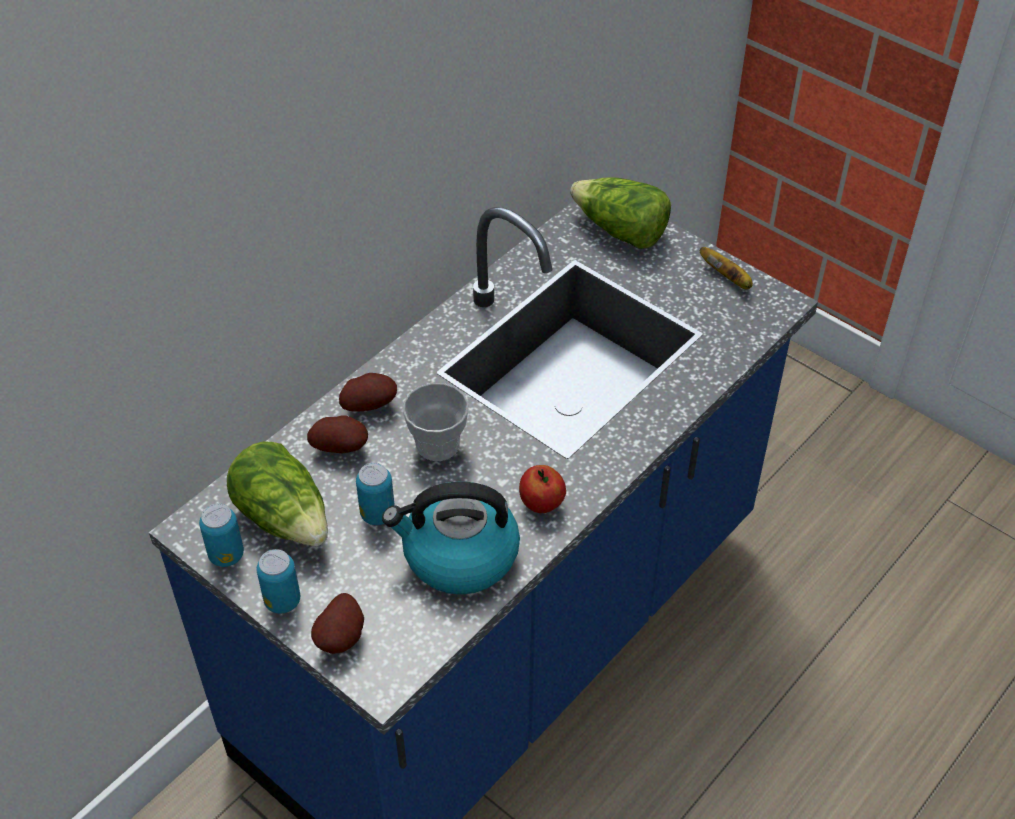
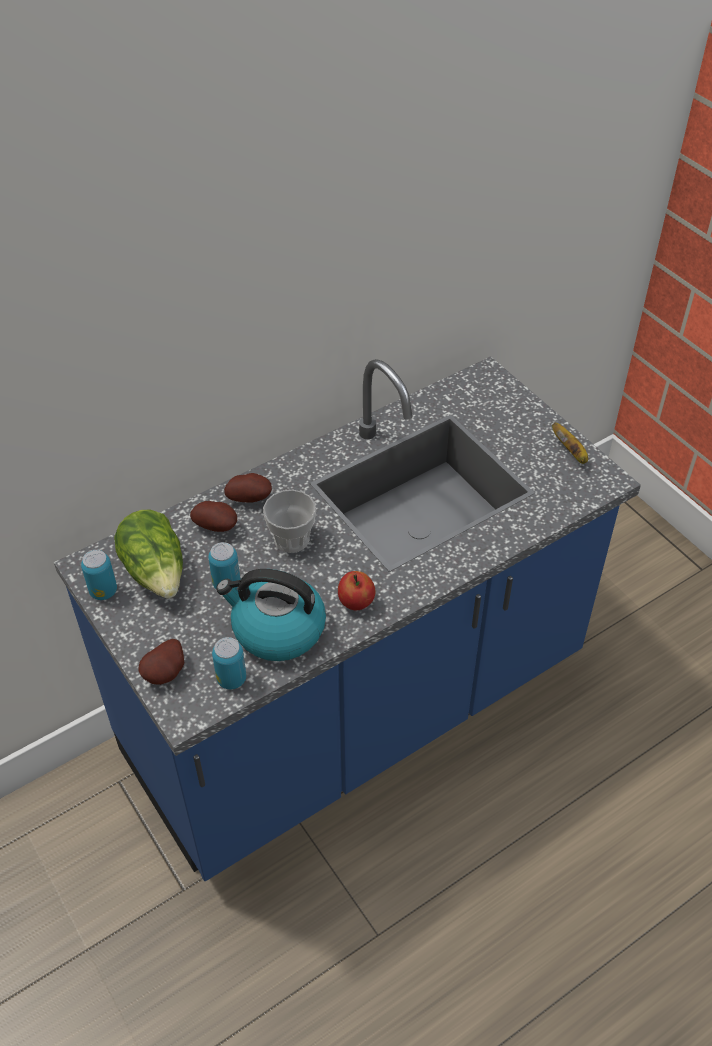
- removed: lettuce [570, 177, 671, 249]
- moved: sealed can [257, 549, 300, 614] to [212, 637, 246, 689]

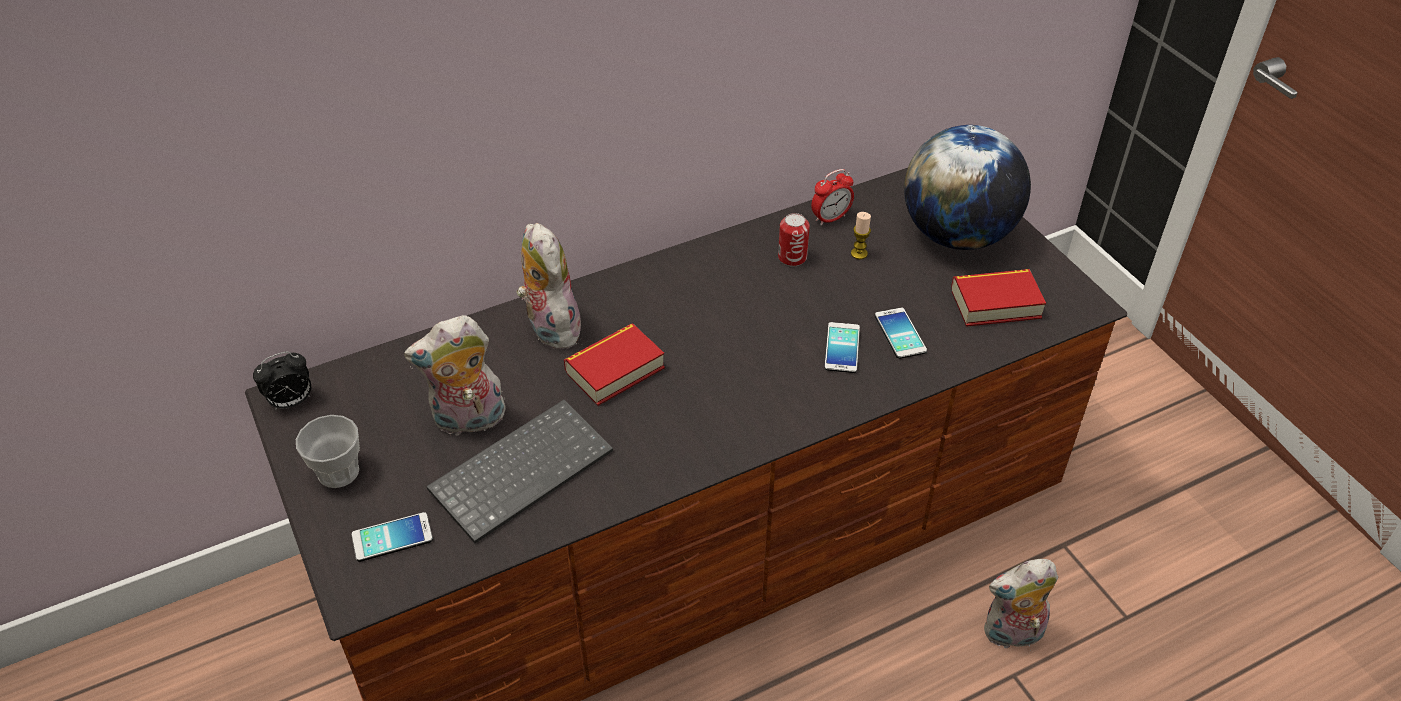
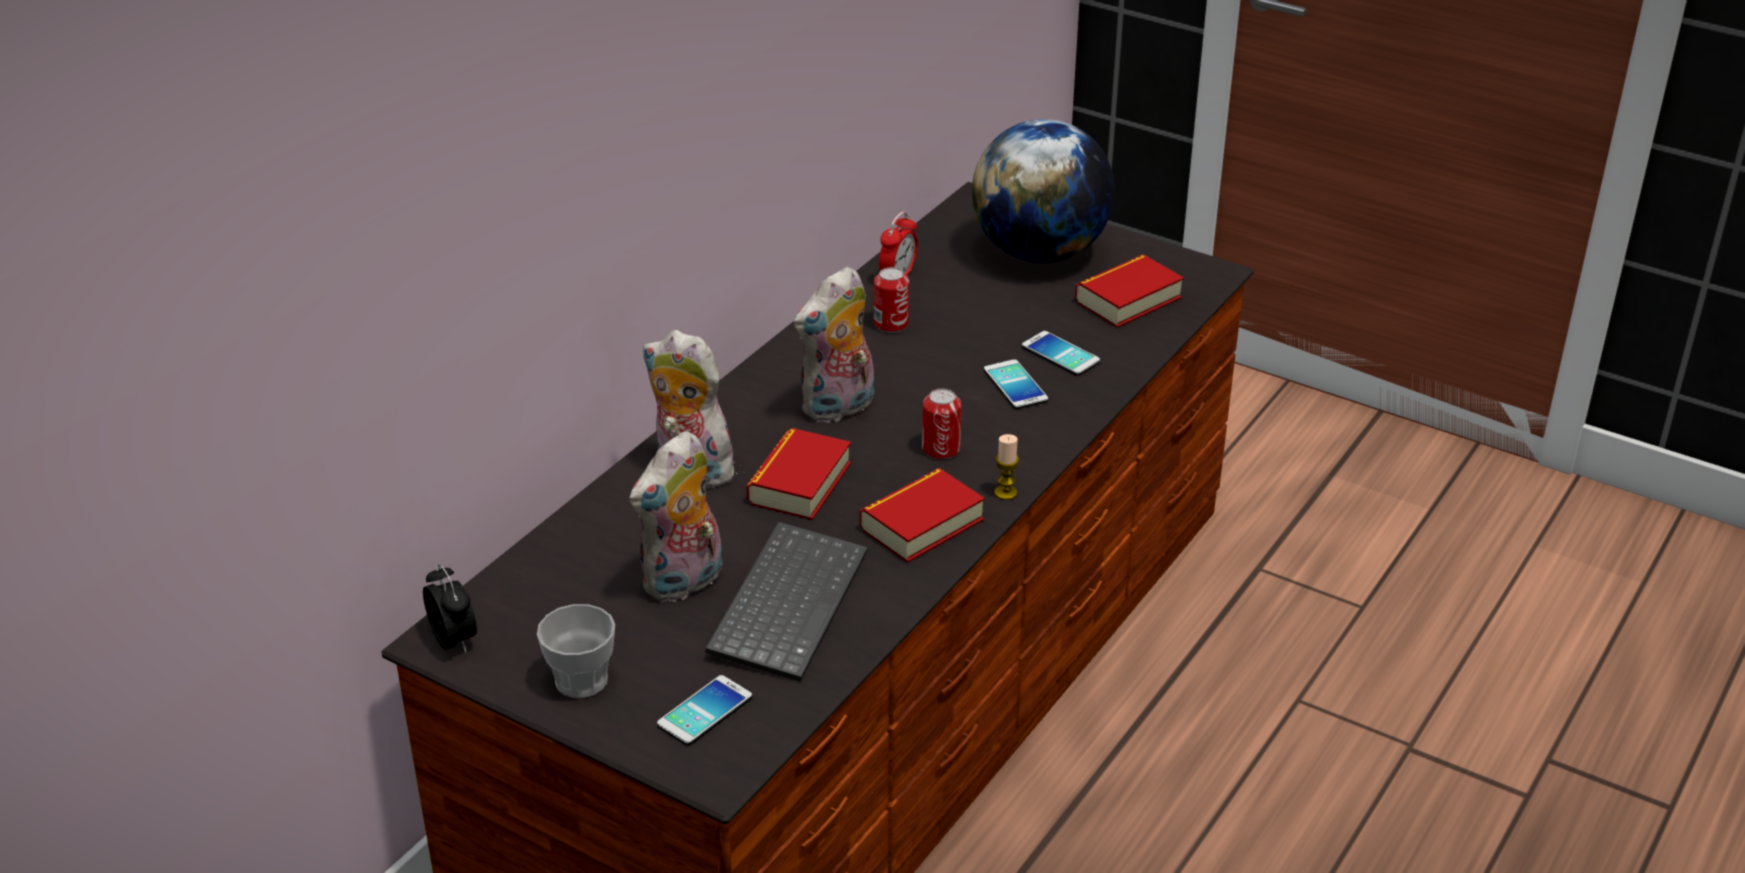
- added: bound book [860, 468, 985, 563]
- added: sealed can [922, 388, 962, 459]
- moved: wax light [851, 212, 871, 260] to [994, 434, 1019, 500]
- moved: plush toy [984, 559, 1058, 651] to [794, 267, 874, 423]
- turned: table clock [253, 352, 311, 410] = [423, 564, 477, 653] 60 degrees counterclockwise

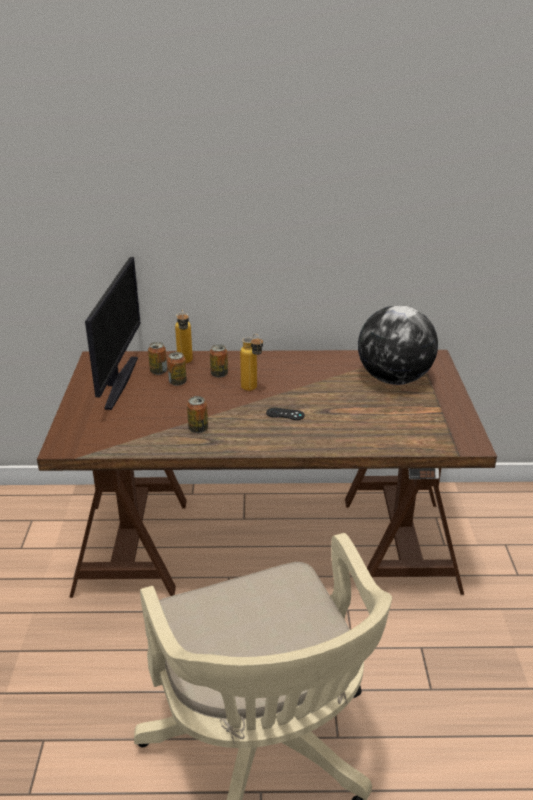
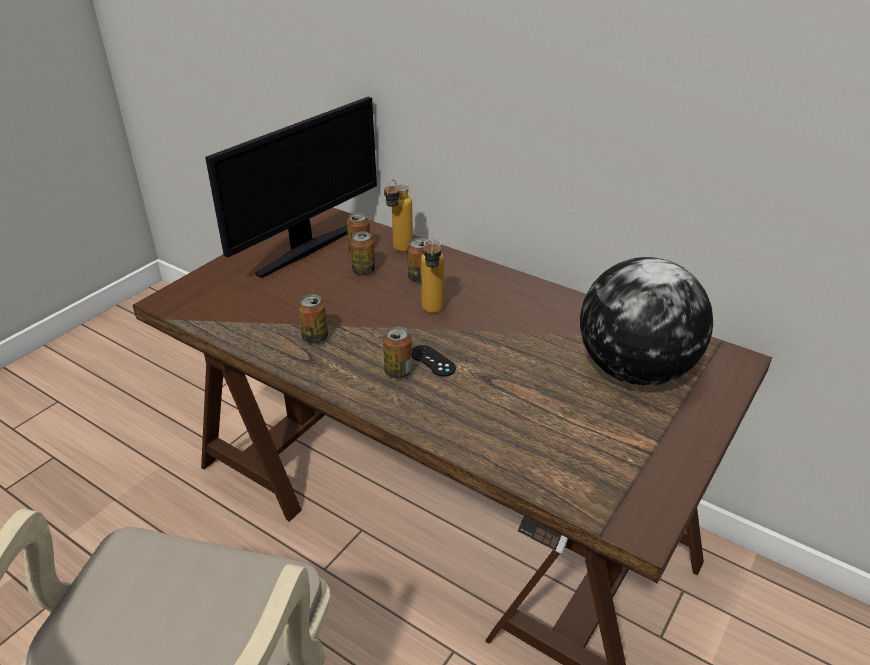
- added: sealed can [383, 326, 412, 378]

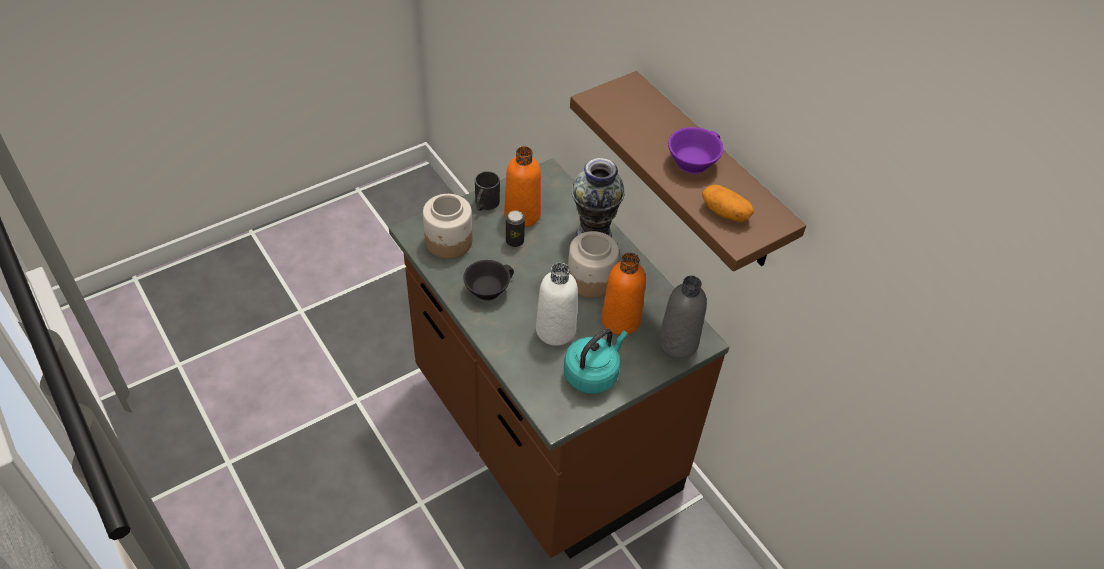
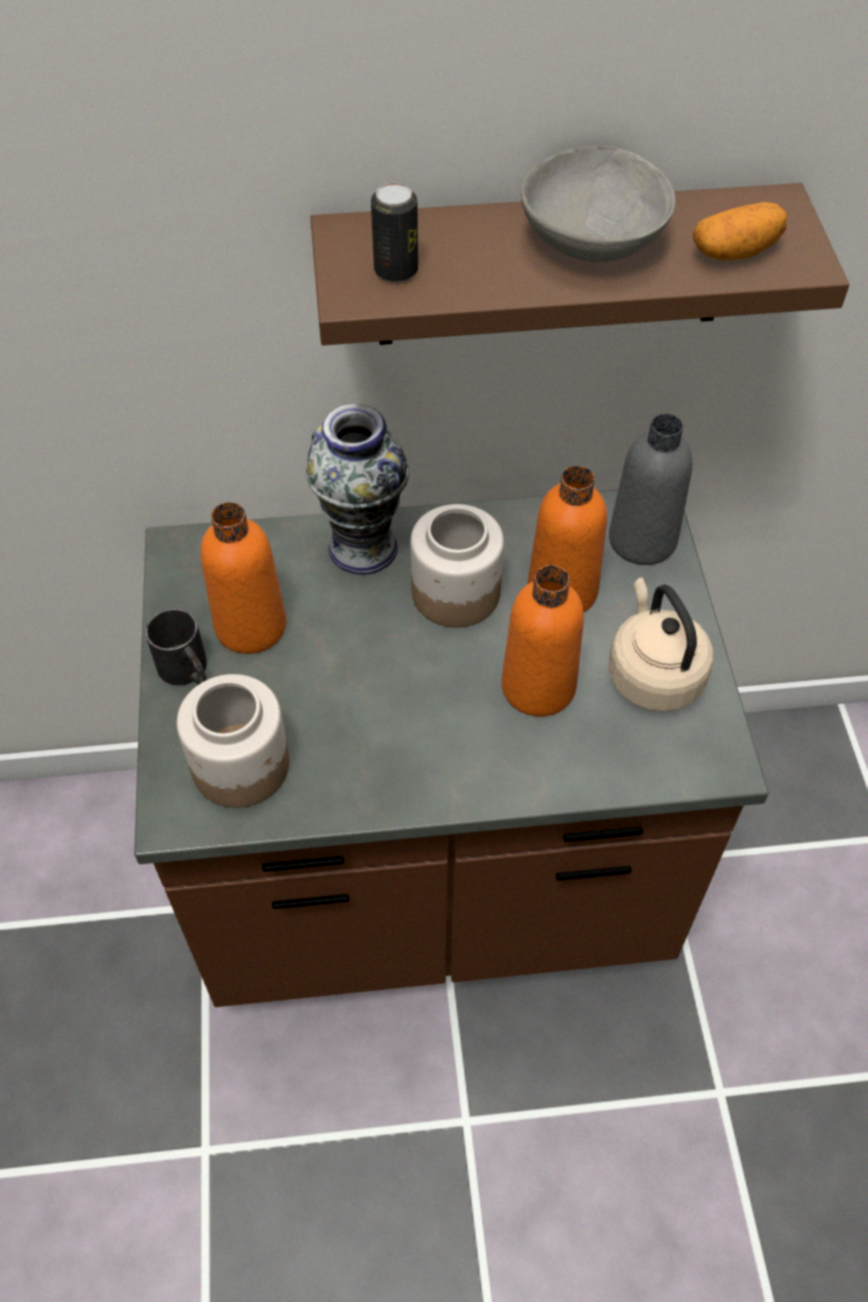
- removed: small cup (black) [463, 260, 514, 301]
- moved: sealed can [506, 210, 525, 247] to [371, 183, 418, 282]
- replaced: small cup (purple-coloured) [668, 127, 724, 174] to bowl (greyish) [521, 146, 675, 262]
- recoloured: beverage bottle (whitish) [536, 263, 578, 346] to beverage bottle (orange-coloured) [501, 565, 584, 717]
- recoloured: water kettle (turquoise) [564, 329, 628, 394] to water kettle (beige) [609, 578, 713, 712]

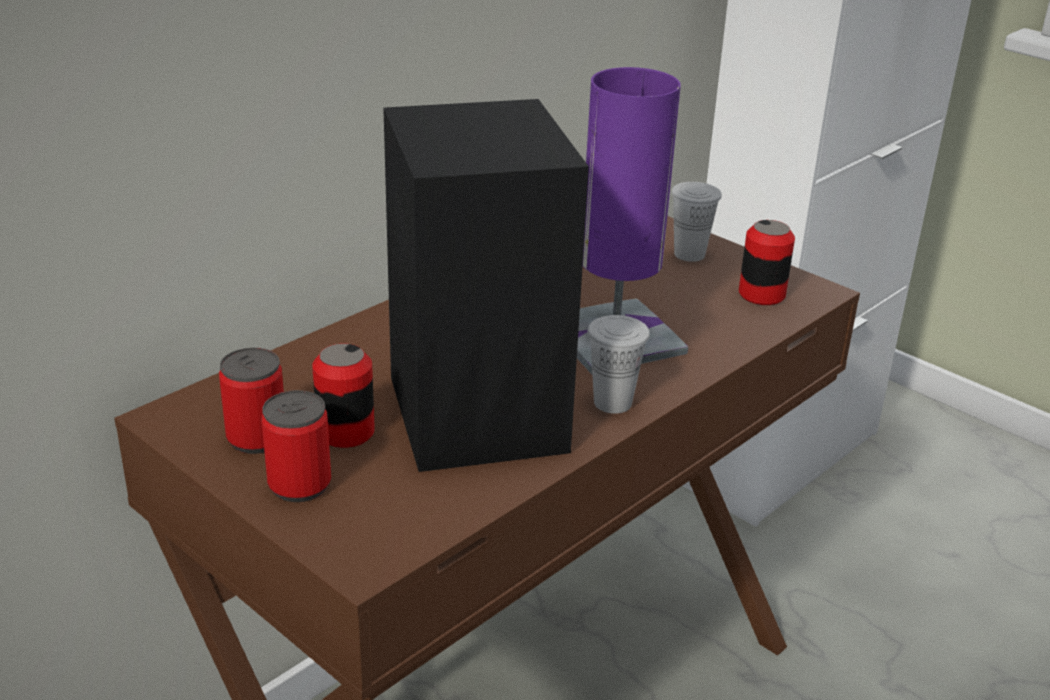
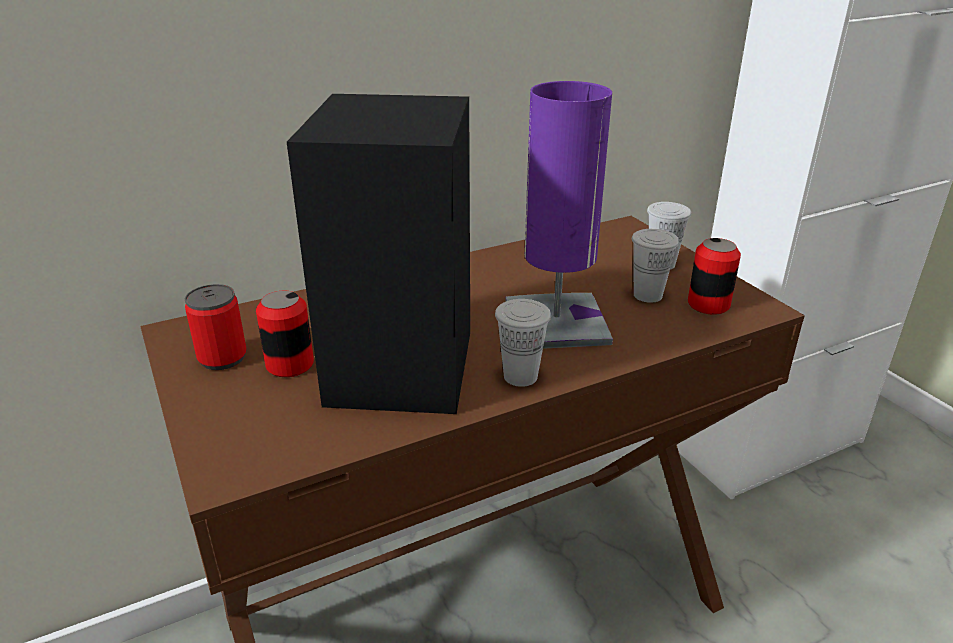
- removed: sealed can [262, 390, 331, 502]
- added: small cup (whitish) [632, 229, 679, 303]

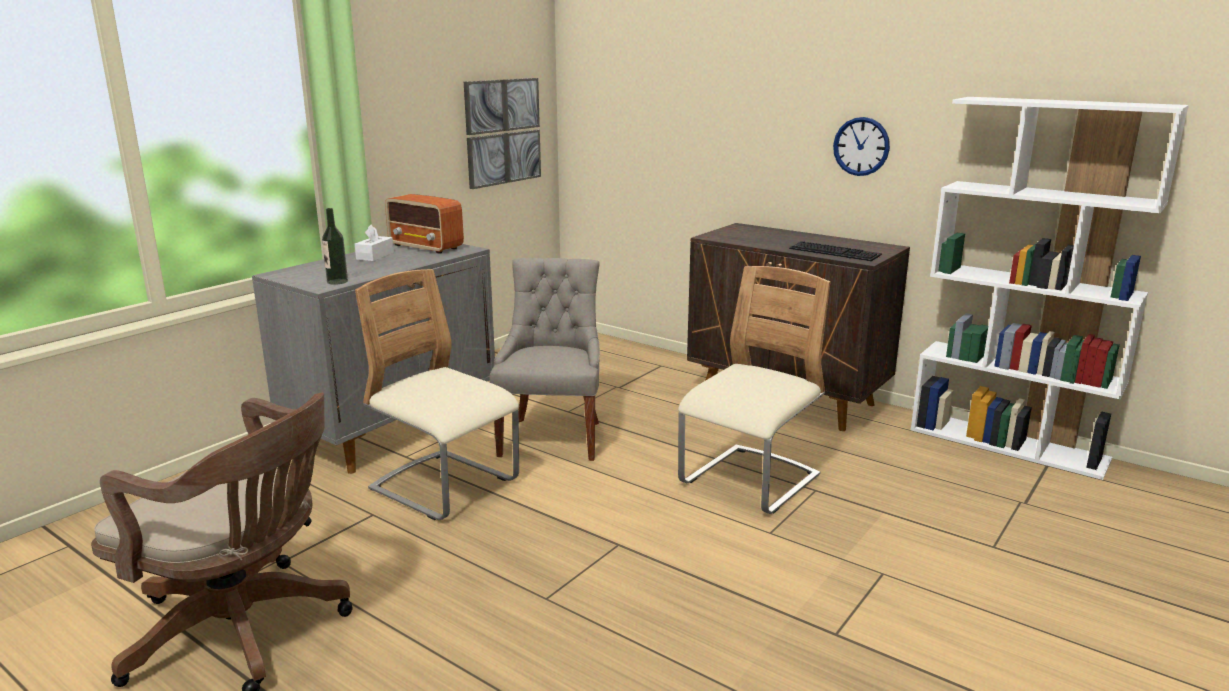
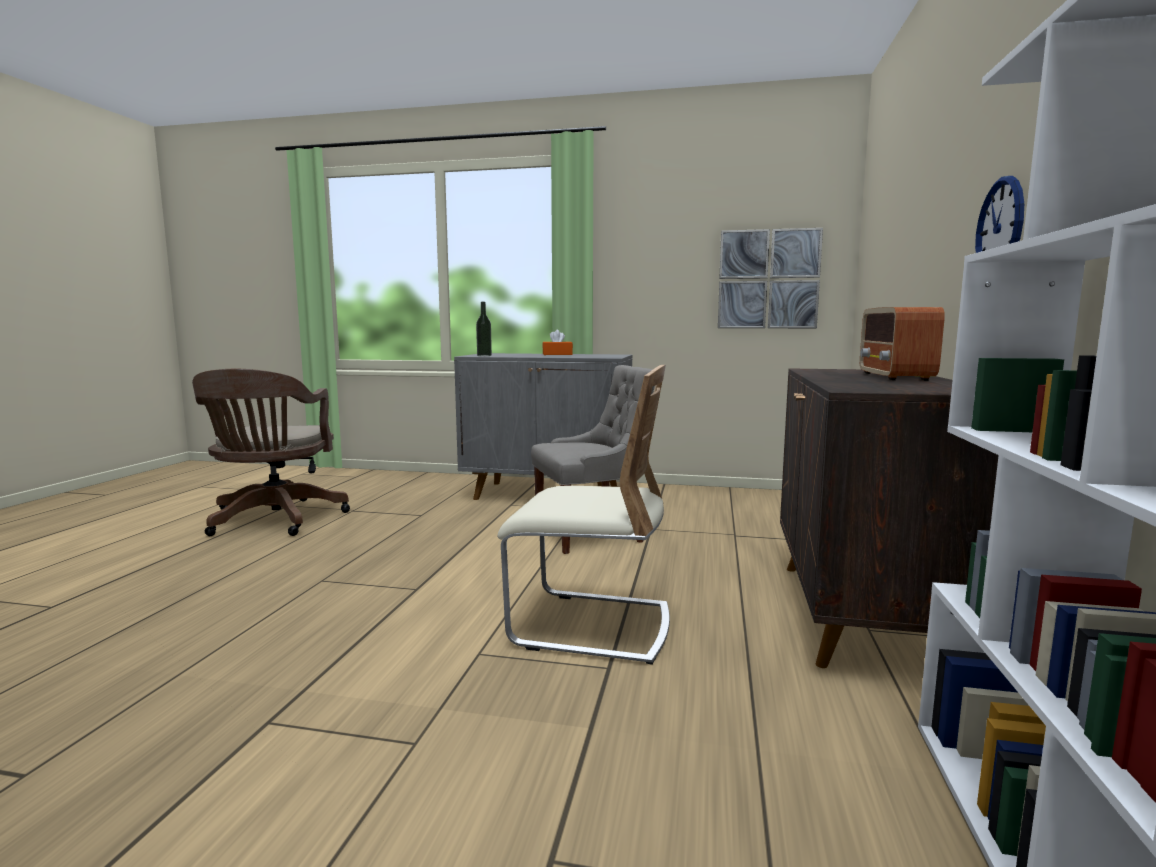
- removed: plain chair (beige) [355, 269, 519, 520]
- removed: PC keyboard [789, 241, 882, 261]
- moved: radio set [385, 194, 464, 254] to [860, 307, 945, 381]
- recoloured: box of tissues (whitish) [355, 225, 394, 261] to box of tissues (orange-coloured) [542, 330, 573, 355]

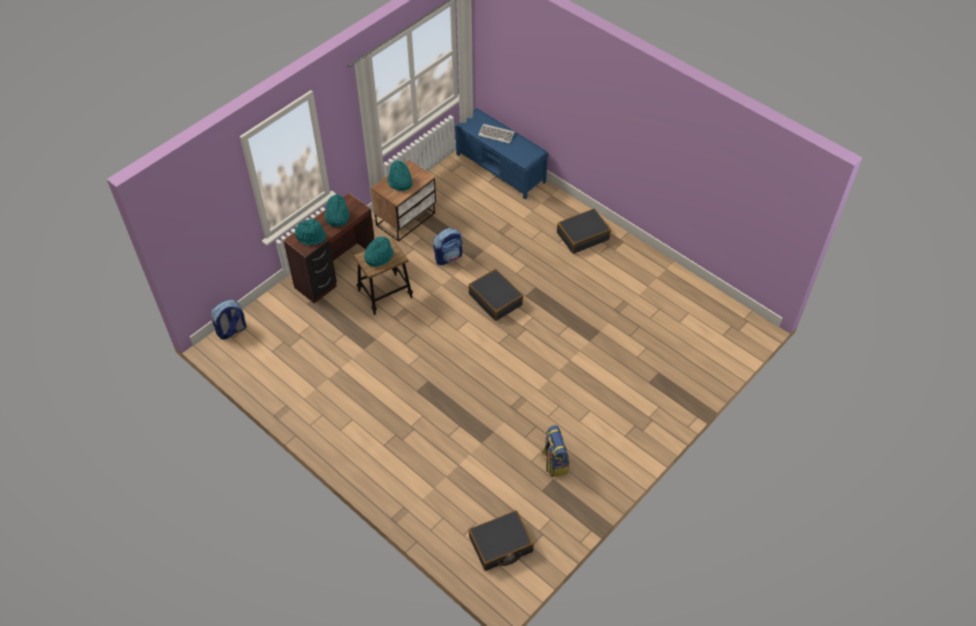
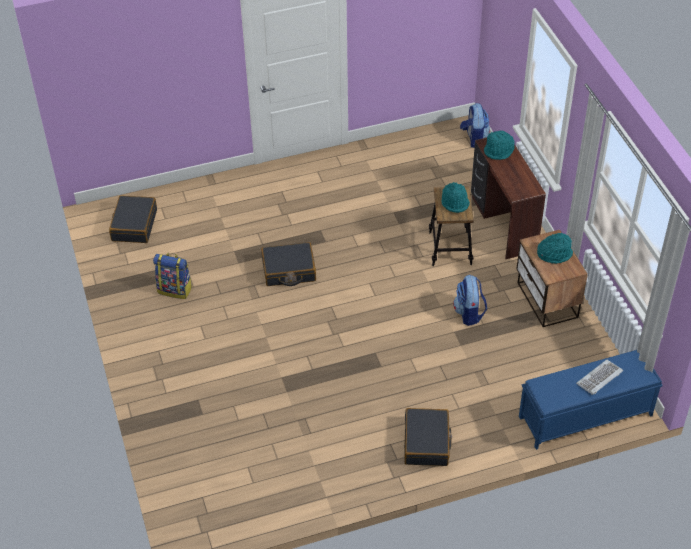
- removed: clothing hat (turquoise) [325, 194, 350, 227]
- moved: travel case (black) [468, 269, 523, 321] to [261, 242, 316, 286]

